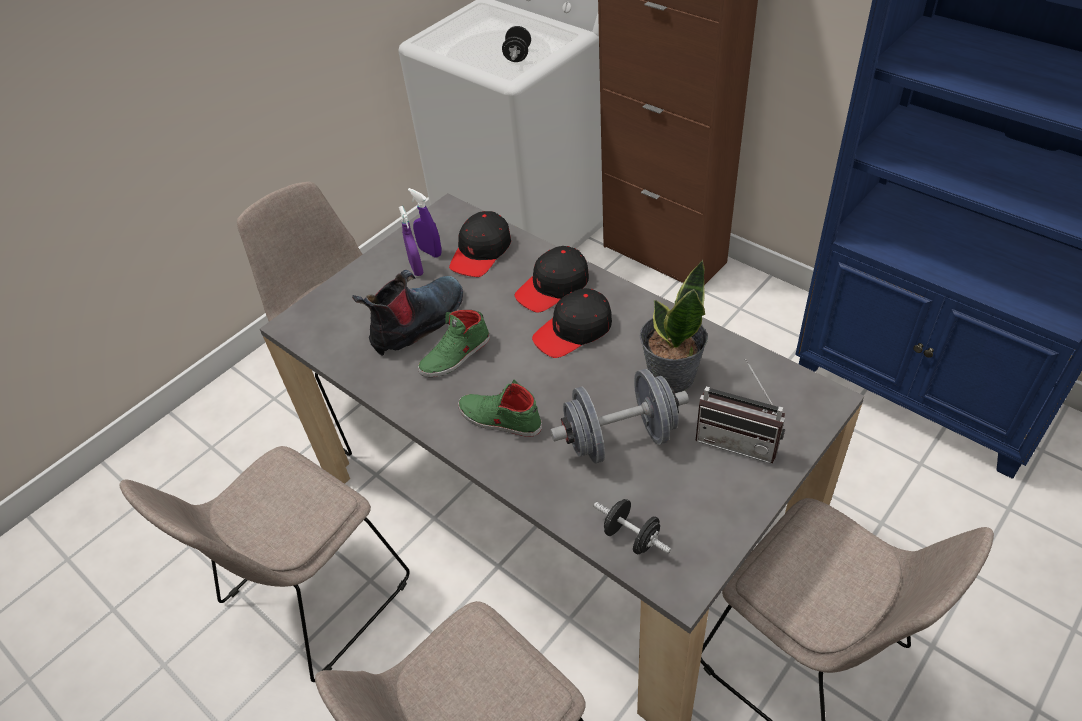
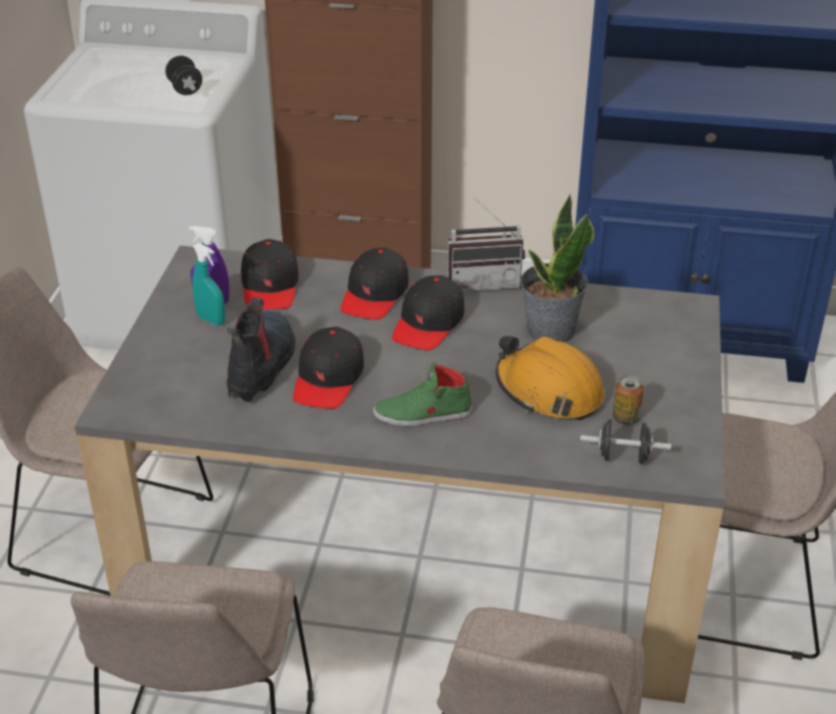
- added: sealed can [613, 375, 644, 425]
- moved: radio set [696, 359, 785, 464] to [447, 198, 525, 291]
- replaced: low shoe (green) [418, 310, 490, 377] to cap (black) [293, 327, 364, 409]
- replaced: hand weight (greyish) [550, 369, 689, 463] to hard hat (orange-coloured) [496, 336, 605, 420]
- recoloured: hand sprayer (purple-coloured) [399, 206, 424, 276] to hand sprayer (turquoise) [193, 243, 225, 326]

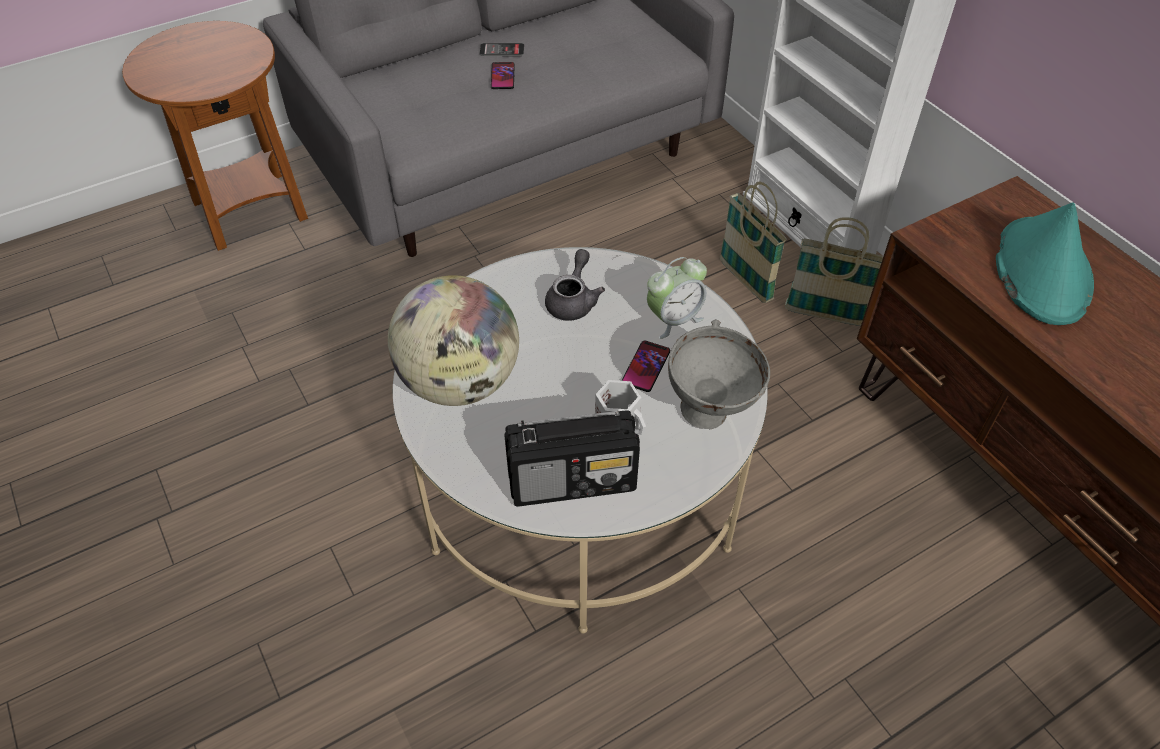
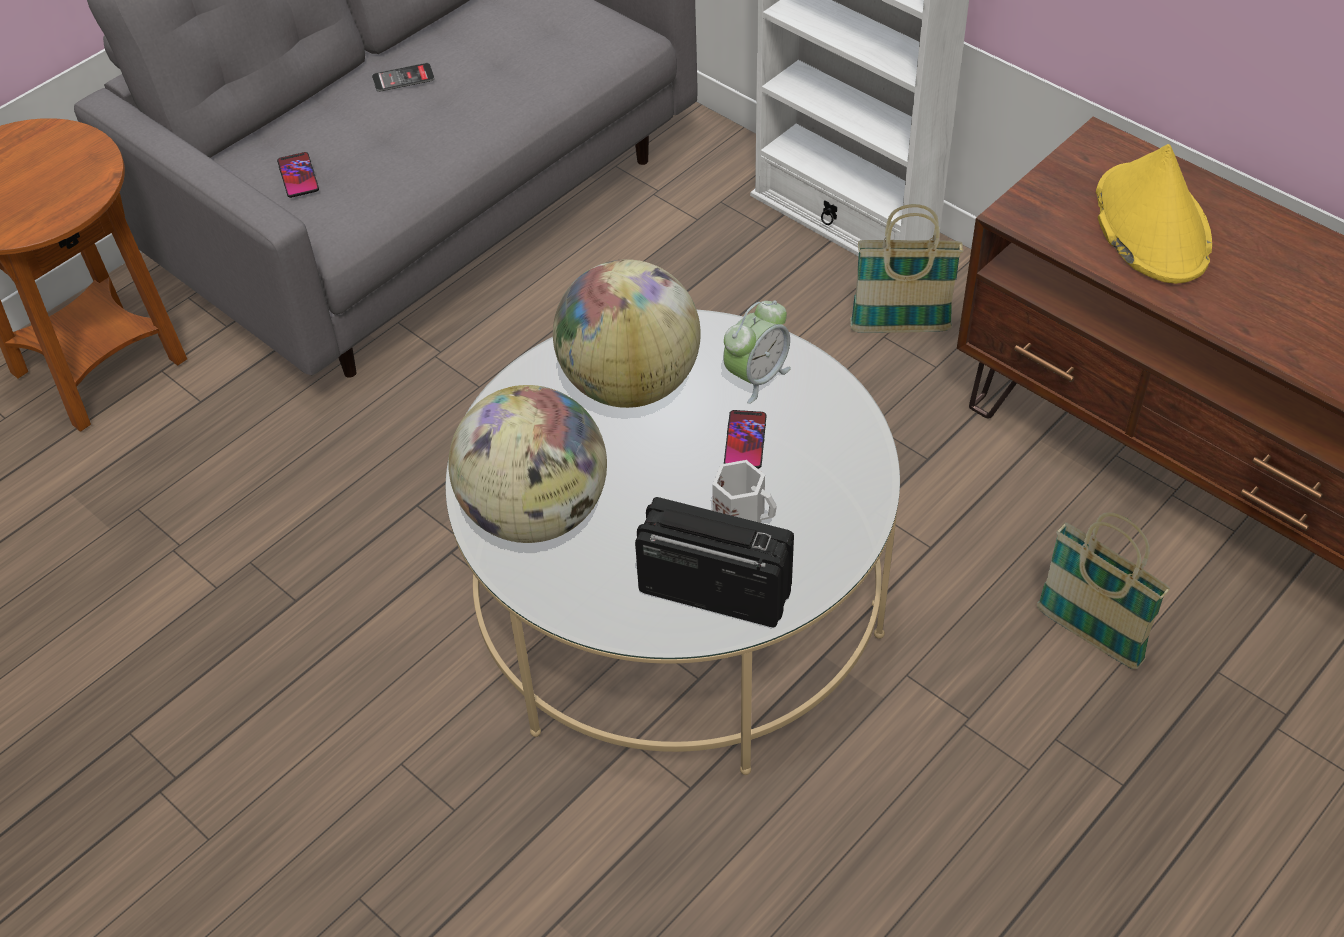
- removed: bowl (greyish) [668, 319, 770, 429]
- moved: handset [491, 62, 515, 89] to [277, 152, 319, 198]
- moved: basket [720, 182, 787, 303] to [1037, 512, 1170, 669]
- replaced: tea pot (greyish) [545, 249, 605, 321] to world globe [553, 259, 701, 408]
- recoloured: clothing hat (turquoise) [996, 202, 1094, 325] to clothing hat (yellow-coloured) [1096, 144, 1212, 284]
- turned: radio set [505, 410, 640, 506] = [635, 497, 794, 627] 135 degrees counterclockwise

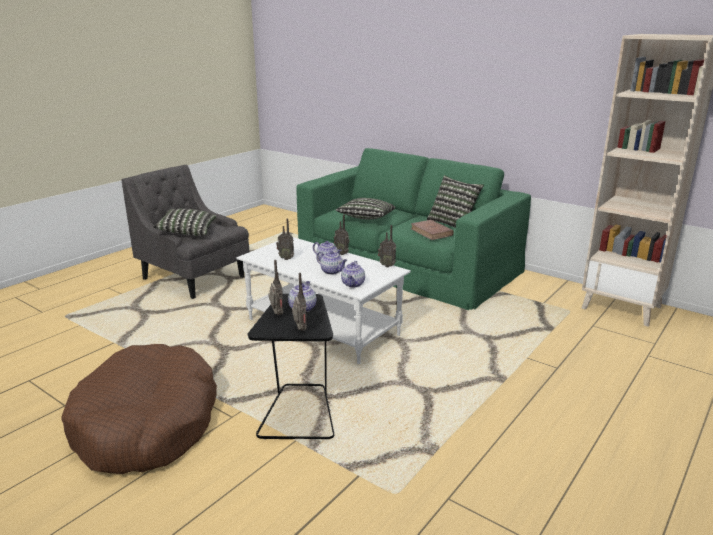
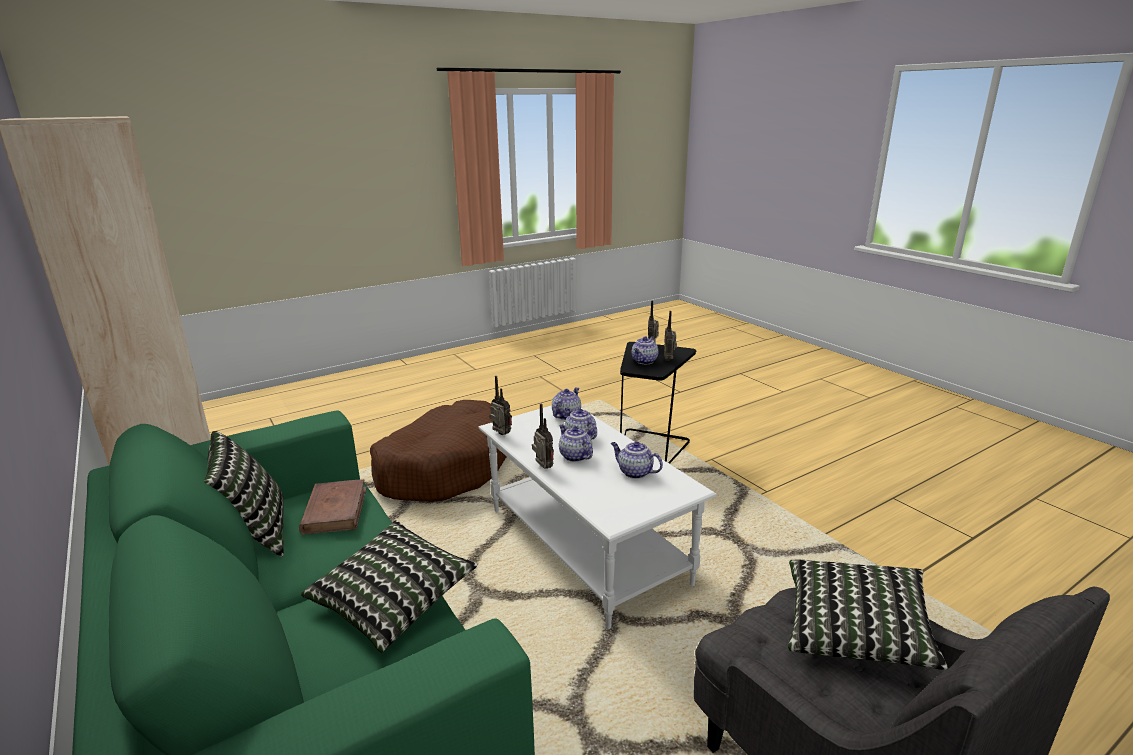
- moved: pet bed (brownish) [61, 344, 217, 474] to [370, 400, 507, 502]
- replaced: radio set [276, 219, 294, 260] to tea pot [611, 442, 663, 479]

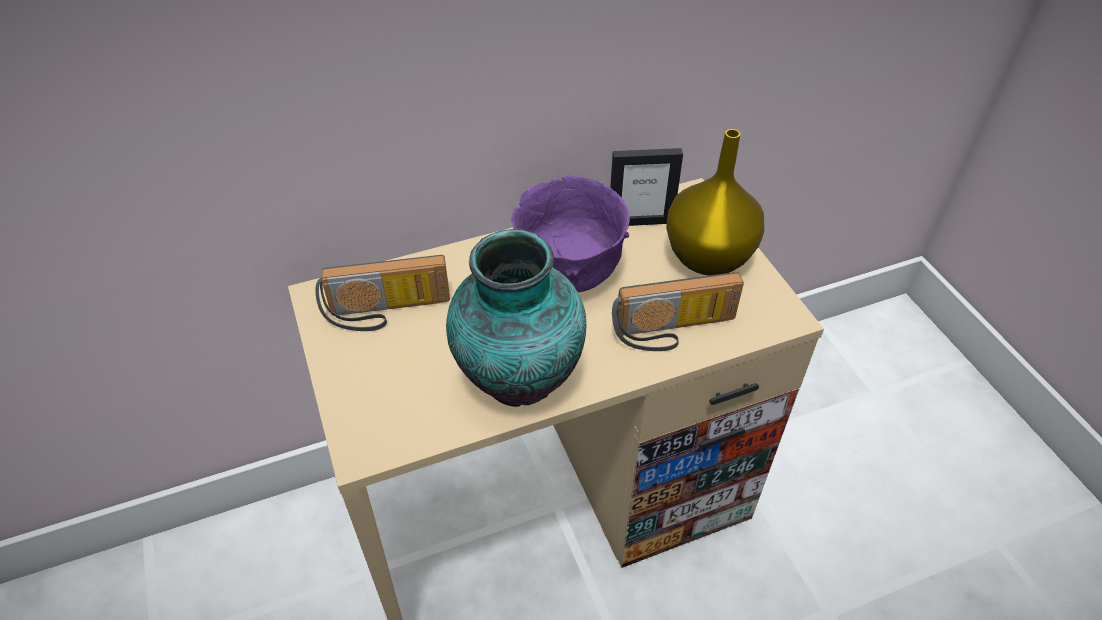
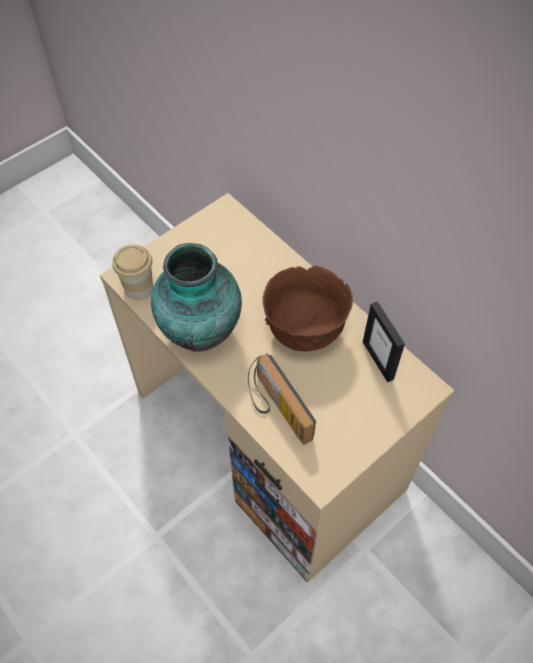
- removed: radio set [315, 255, 450, 331]
- removed: flower vase (yellow-coloured) [666, 129, 764, 276]
- added: small cup [112, 245, 153, 300]
- recoloured: bowl (purple-coloured) [511, 176, 630, 292] to bowl (brownish) [263, 266, 353, 352]

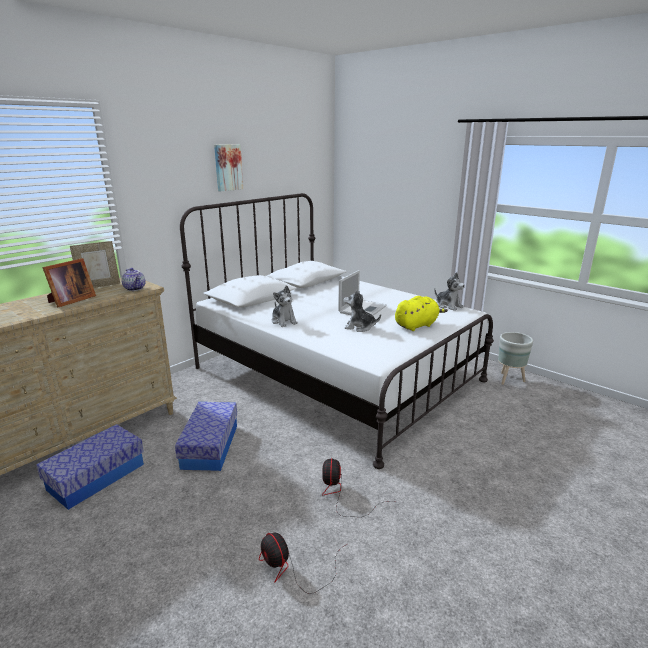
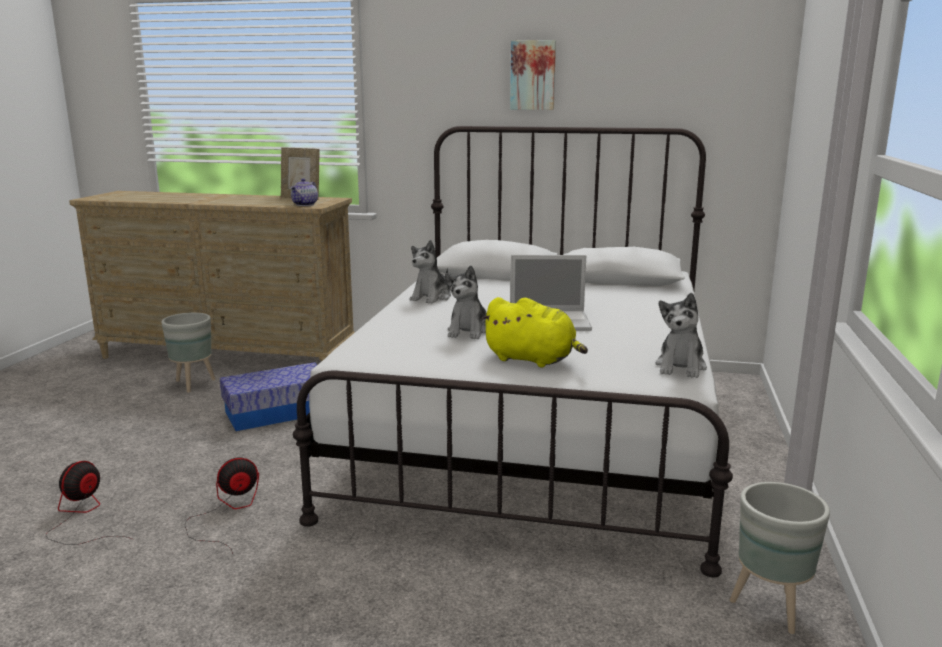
- removed: standing frame [42, 258, 96, 307]
- replaced: storage box [36, 424, 144, 510] to flower pot (greyish) [161, 312, 216, 393]
- turned: plush toy [343, 290, 381, 332] = [445, 266, 487, 340] 150 degrees counterclockwise

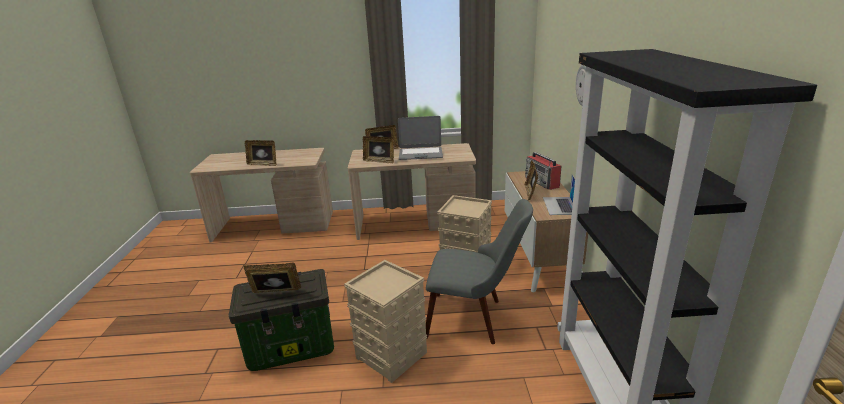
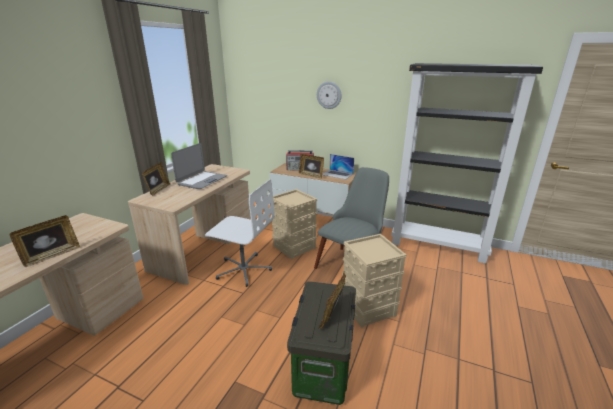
- removed: standing frame [363, 136, 394, 163]
- added: office chair (whitish) [205, 179, 275, 287]

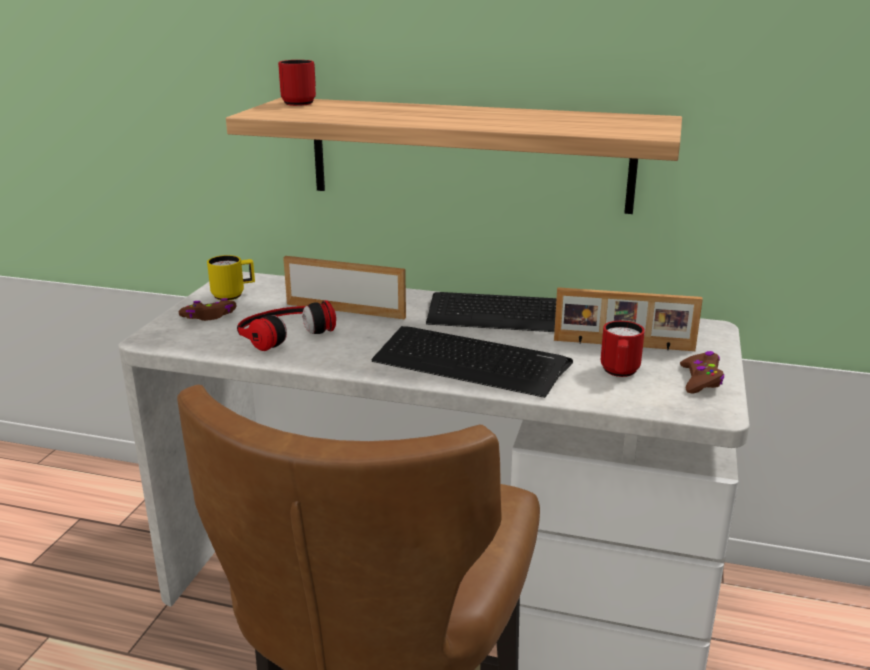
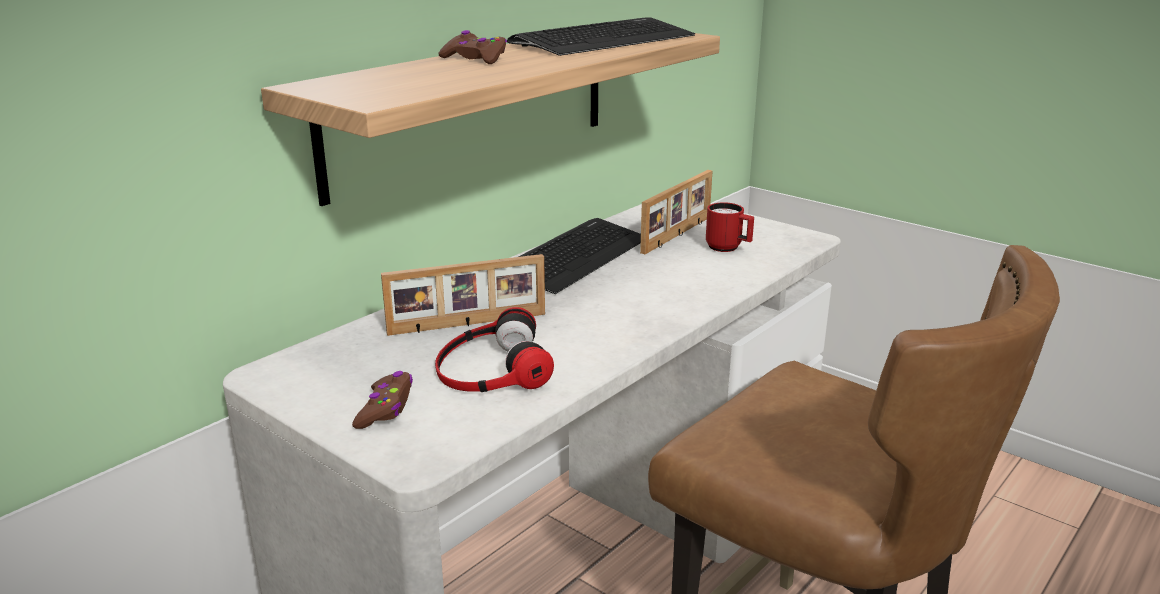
- removed: mug (yellow-coloured) [207, 255, 255, 300]
- removed: mug (red) [278, 60, 316, 106]
- moved: PC keyboard [371, 326, 573, 398] to [507, 17, 695, 56]
- moved: game controller (brownish) [680, 351, 724, 393] to [438, 30, 507, 64]
- turned: standing frame [283, 256, 406, 319] = [381, 254, 545, 336] 150 degrees counterclockwise

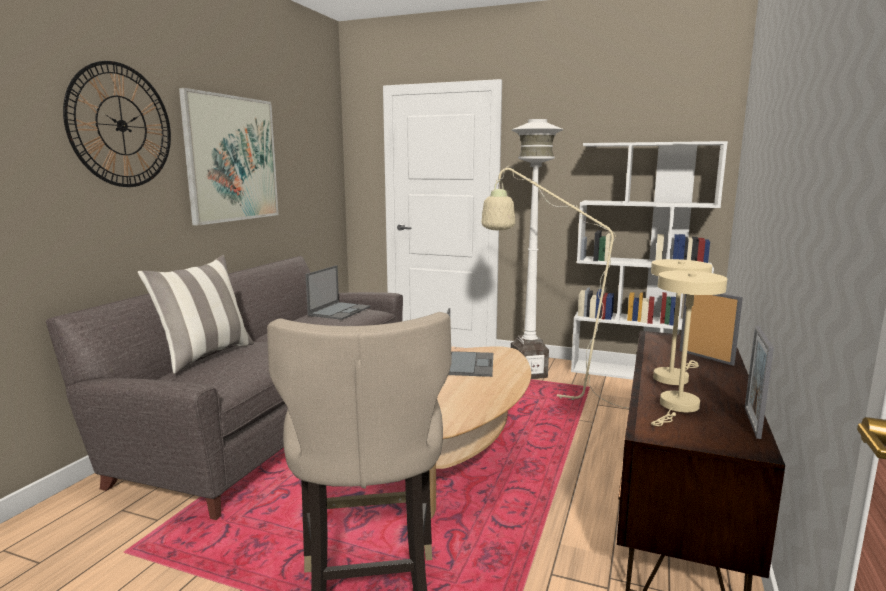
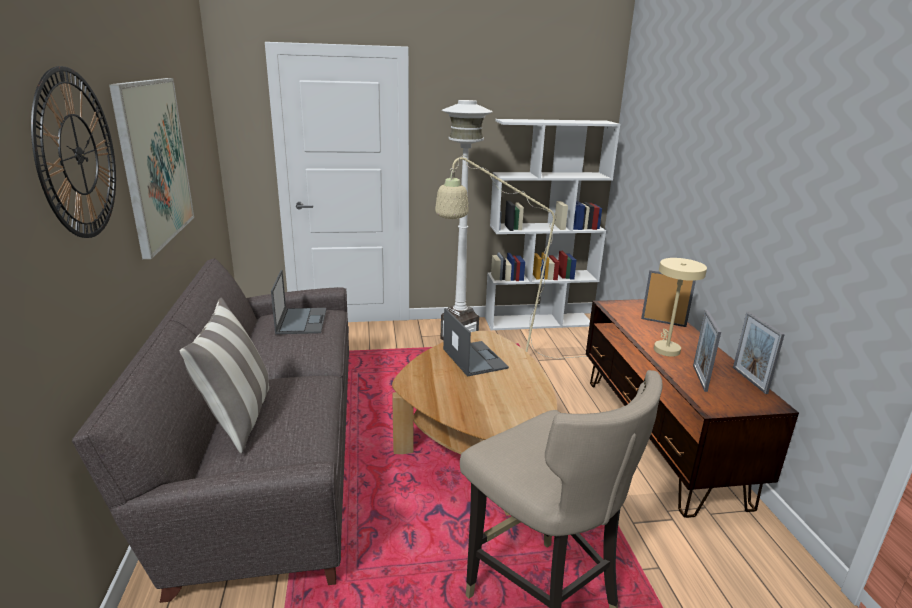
- replaced: lamp for a table (beige) [651, 270, 727, 426] to standing frame [693, 310, 721, 392]

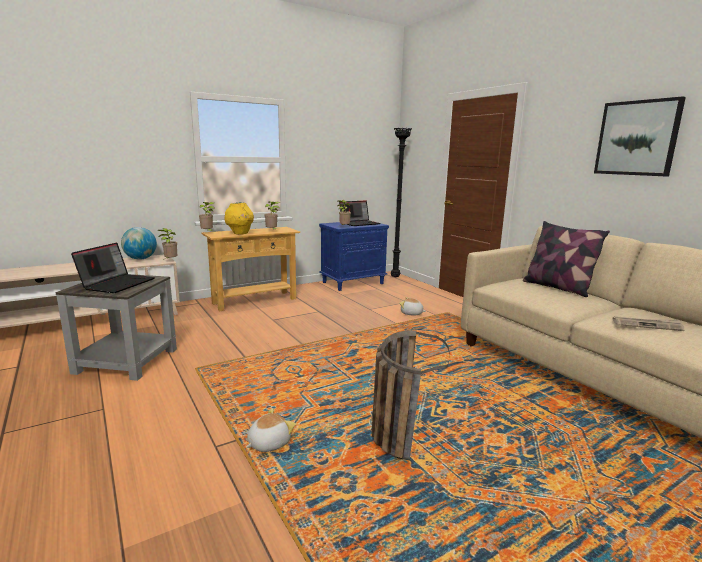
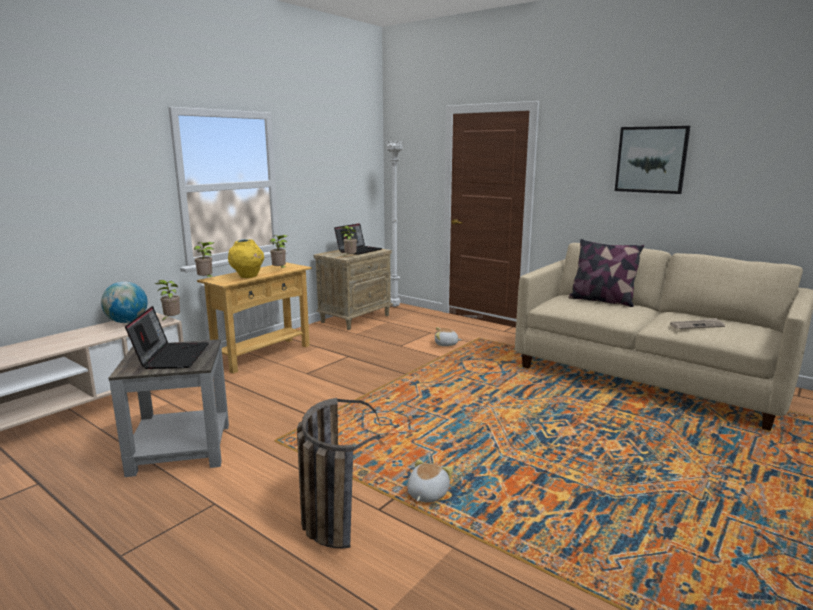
- moved: basket [372, 330, 450, 460] to [297, 398, 380, 548]
- recoloured: nightstand (bluish) [319, 222, 389, 291] to nightstand (beige) [314, 249, 393, 330]
- recoloured: standard lamp (black) [391, 128, 412, 278] to standard lamp (whitish) [385, 141, 404, 307]

